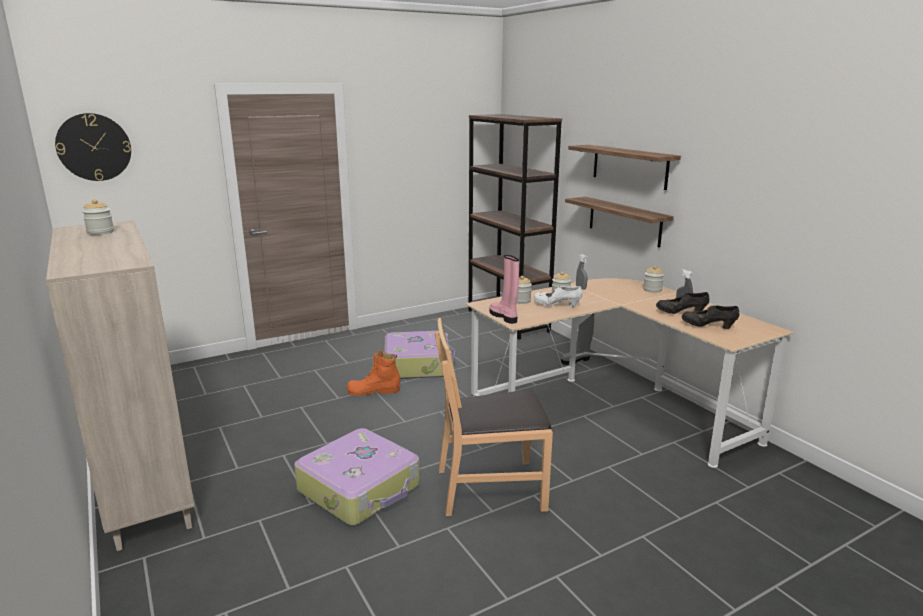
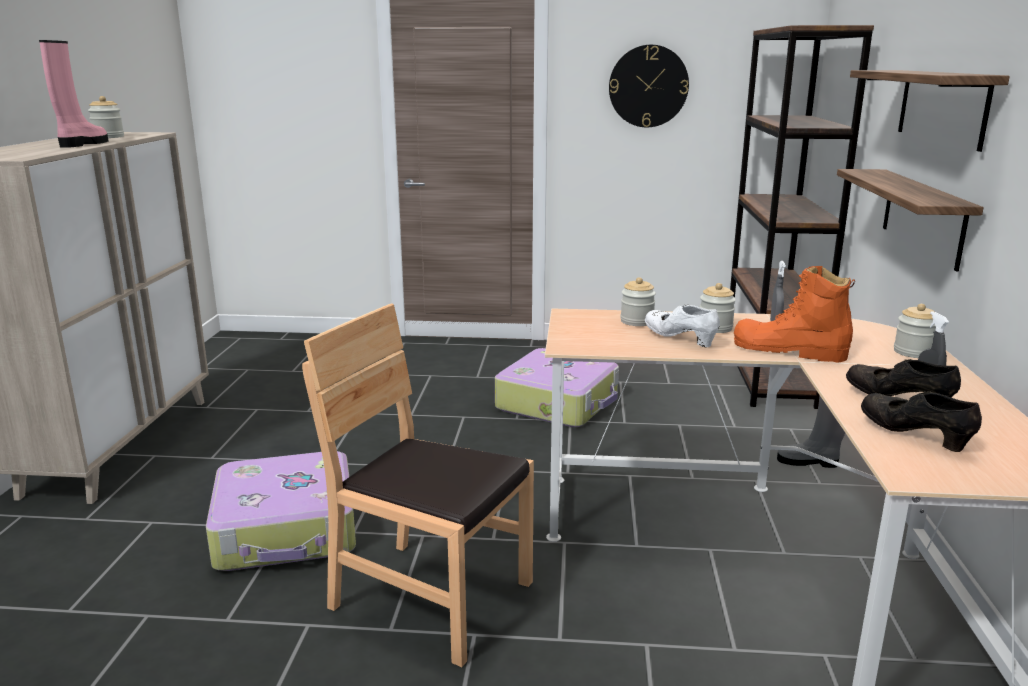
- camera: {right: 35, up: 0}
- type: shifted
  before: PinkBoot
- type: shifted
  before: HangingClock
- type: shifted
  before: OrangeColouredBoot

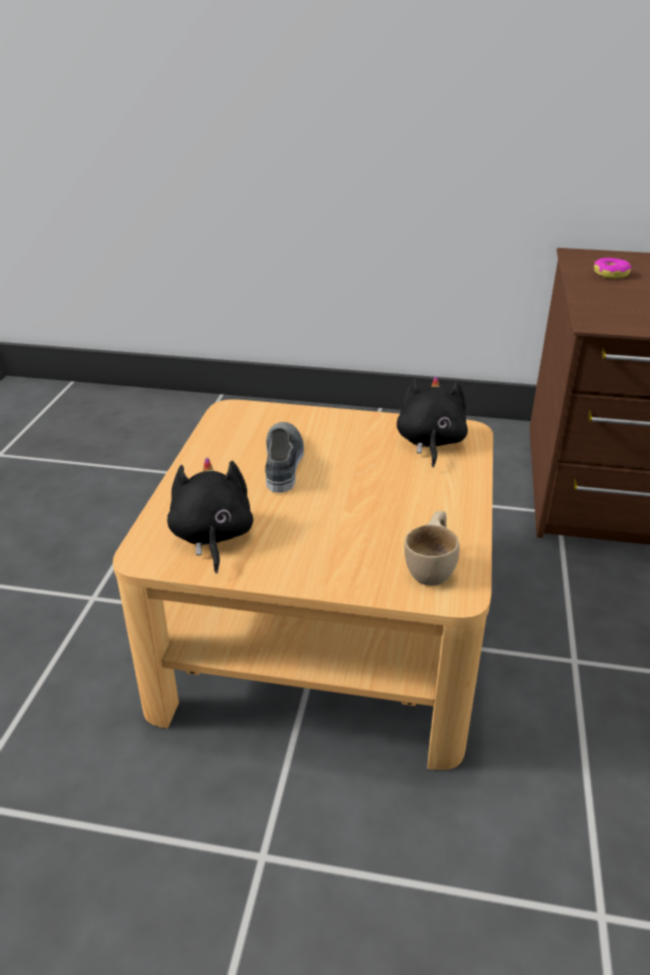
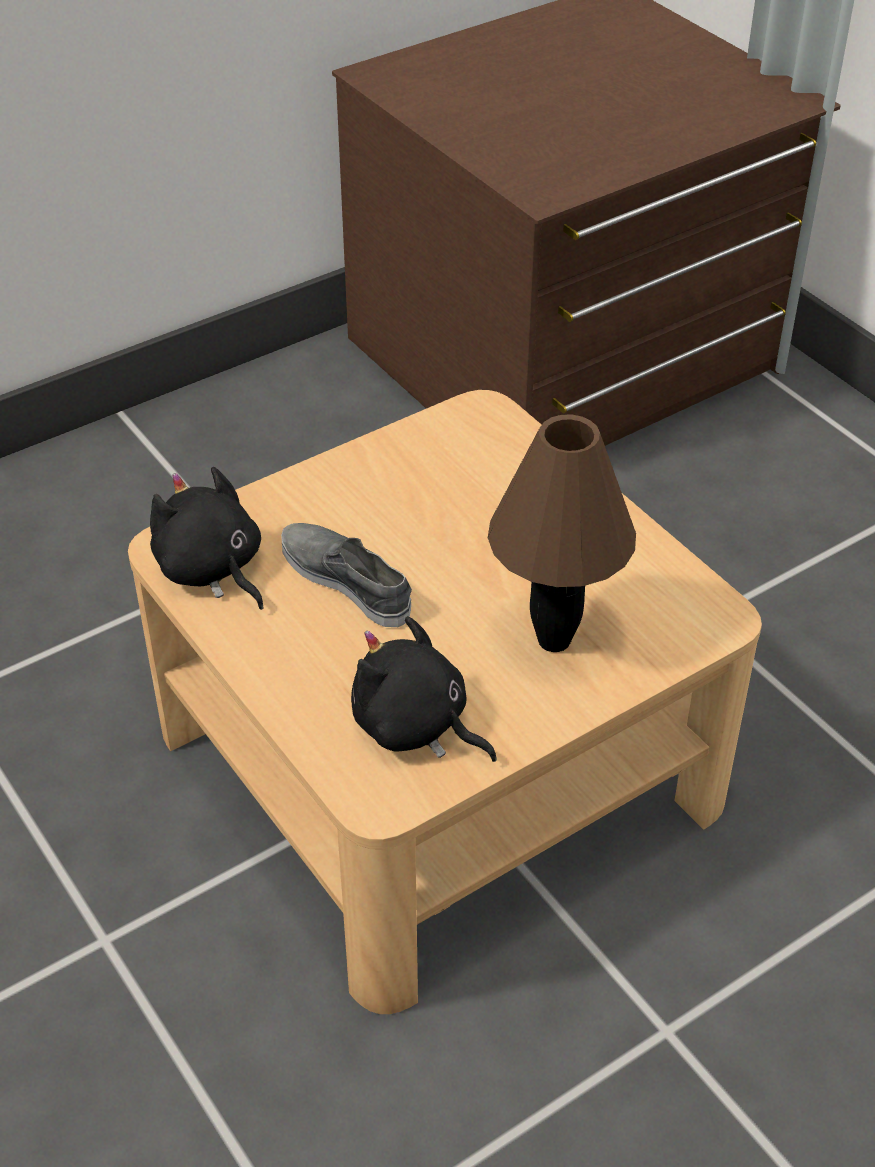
- camera: {right: -45, up: 10}
- type: shifted
  before: BlackPlushToy (no. 2 from left in the first image)
  after: BlackPlushToy (no. 1 from left)
- type: new
  after: BrownColouredTabletopLamp
- type: gone
  before: SandColouredCup
- type: gone
  before: Doughnut

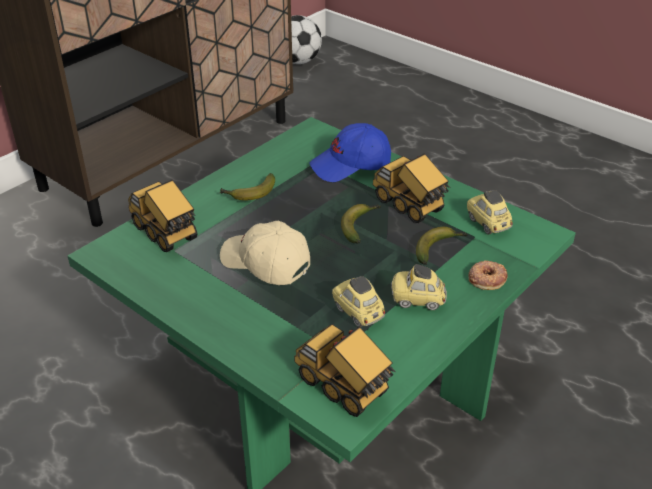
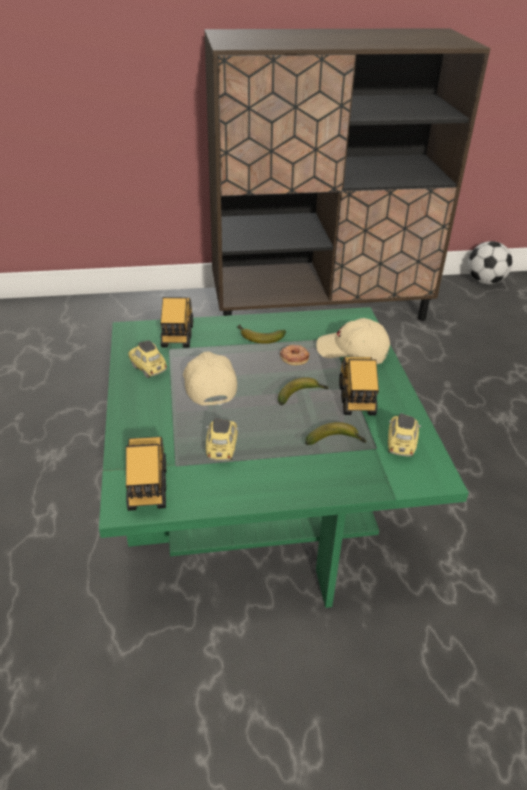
- camera: {right: 40, up: 0}
- type: shifted
  before: MiniatureCar (no. 2 from left in the first image)
  after: MiniatureCar (no. 1 from left)
- type: shifted
  before: Doughnut
- type: repainted
  before: BluishCap
  after: SandColouredCap (no. 2 from left)

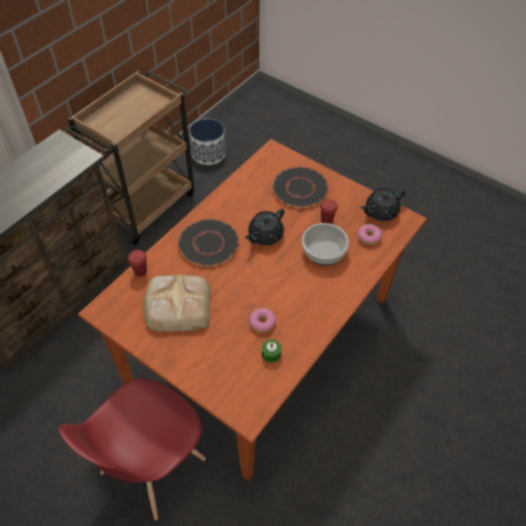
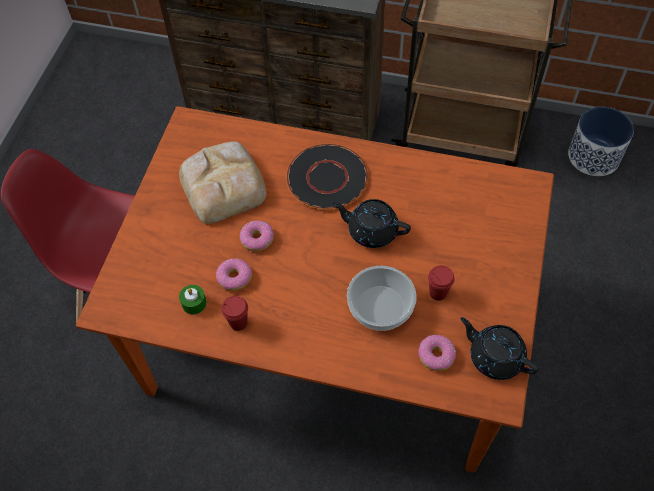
- camera: {right: 70, up: 5}
- type: shifted
  before: ReddishCup (no. 1 from left)
- type: new
  after: Doughnut (no. 2 from left)
- type: gone
  before: BlackPlate (no. 2 from left)

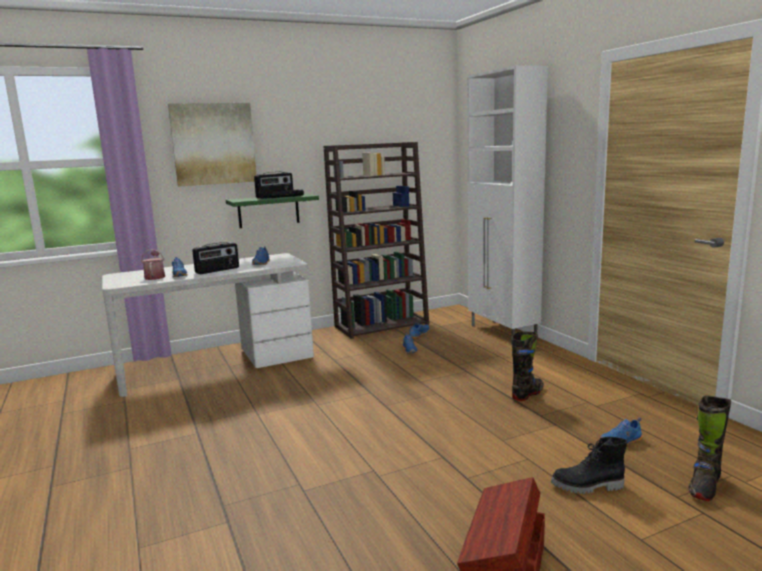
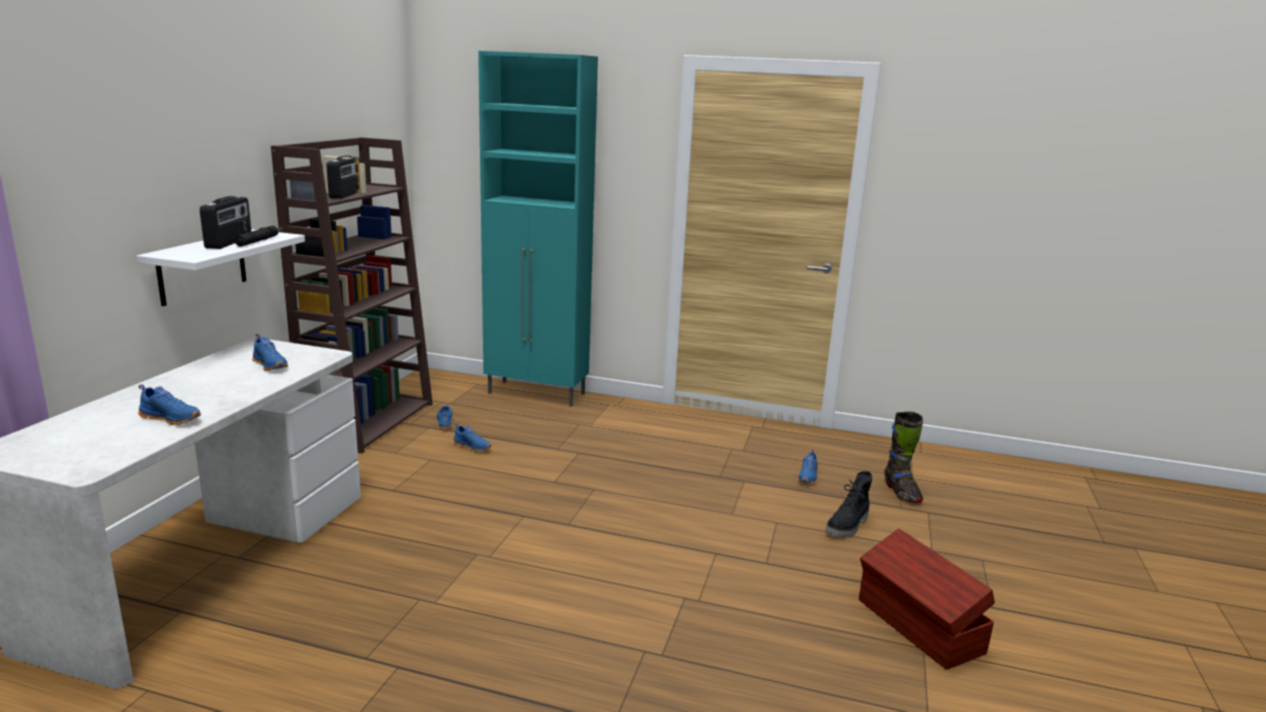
- camera: {right: -50, up: 5}
- type: repainted
  before: GreenColouredBracketShelf
  after: WhiteColouredBracketShelf
- type: shifted
  before: RadioReceiver (no. 1 from left in the first image)
  after: RadioReceiver (no. 2 from left)
- type: repainted
  before: WhiteColouredStorageCabinet
  after: TurquoiseColouredStorageCabinet
- type: gone
  before: WateringPot
- type: gone
  before: Picture
- type: gone
  before: BlackBoot (no. 1 from left)

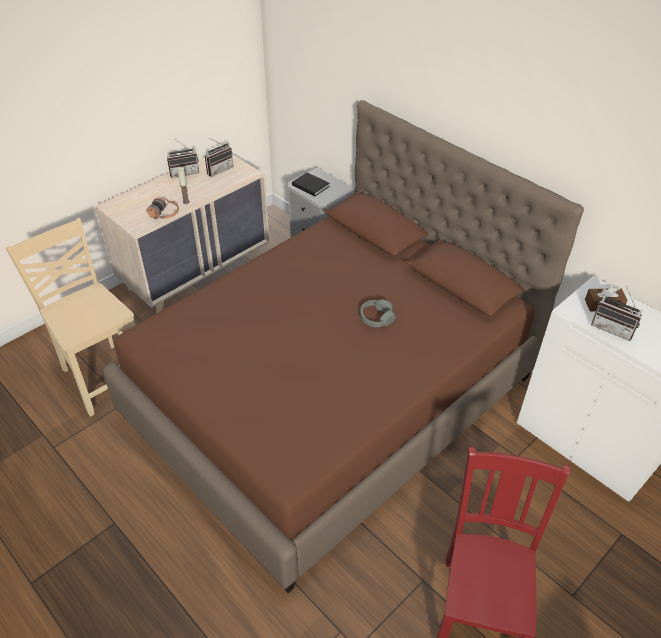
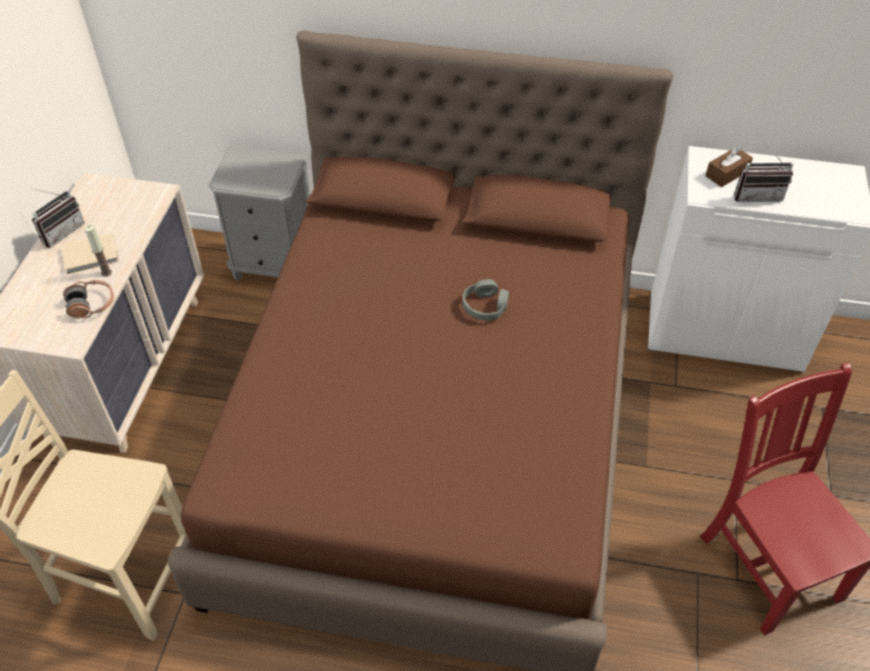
- camera: {right: -35, up: 5}
- type: new
  after: SandColouredVolume
- type: gone
  before: RadioReceiver (no. 2 from left)
- type: gone
  before: BlackVolume

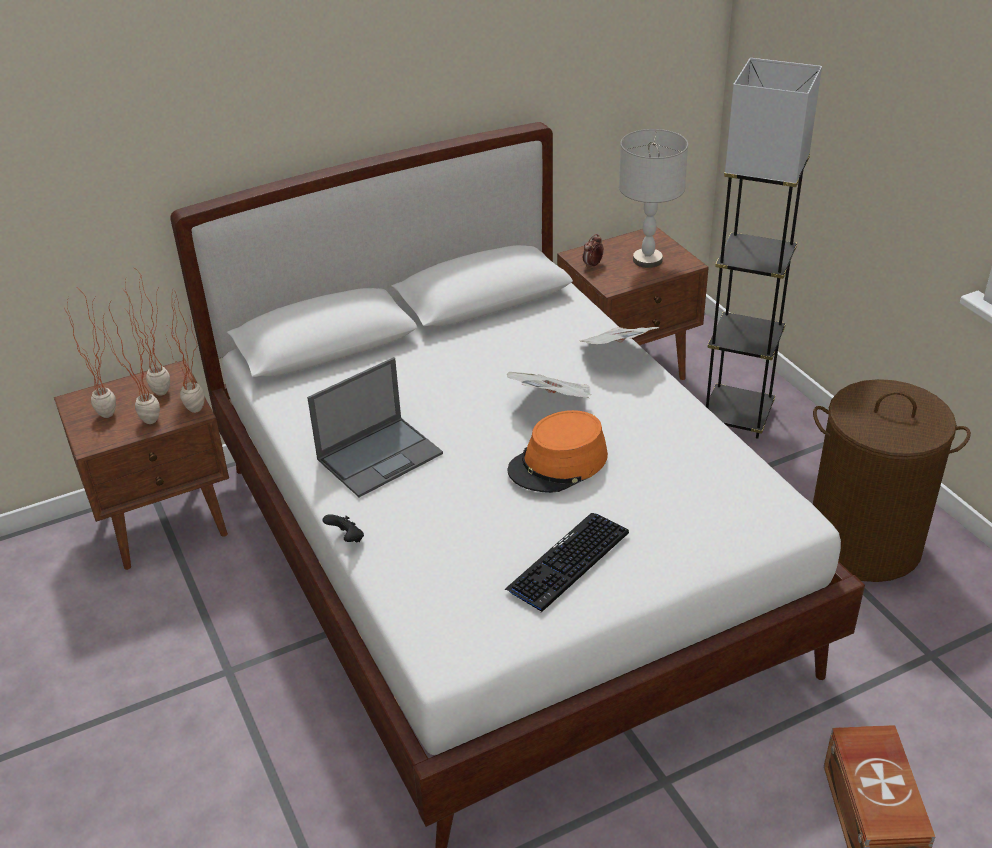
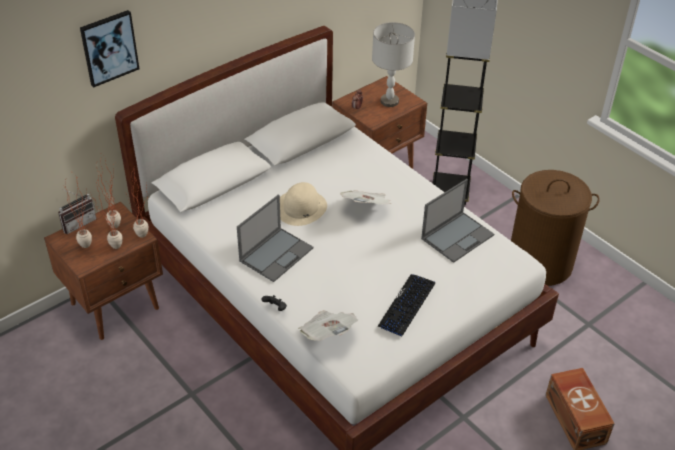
- camera: {right: -15, up: 5}
- type: new
  after: RadioReceiver
- type: new
  after: Picture
- type: new
  after: SandColouredClothingHat
- type: shifted
  before: DailyPaper (no. 2 from left in the first image)
  after: DailyPaper (no. 1 from left)
- type: new
  after: Laptop (no. 2 from left)
- type: gone
  before: OrangeColouredClothingHat

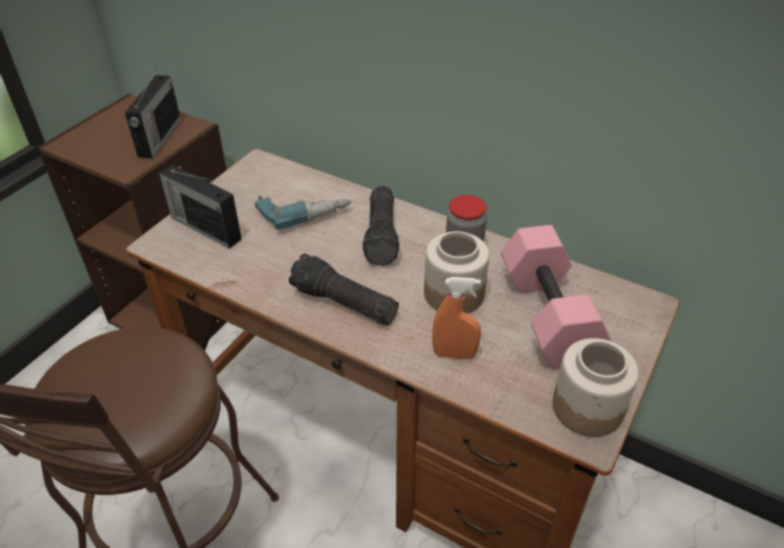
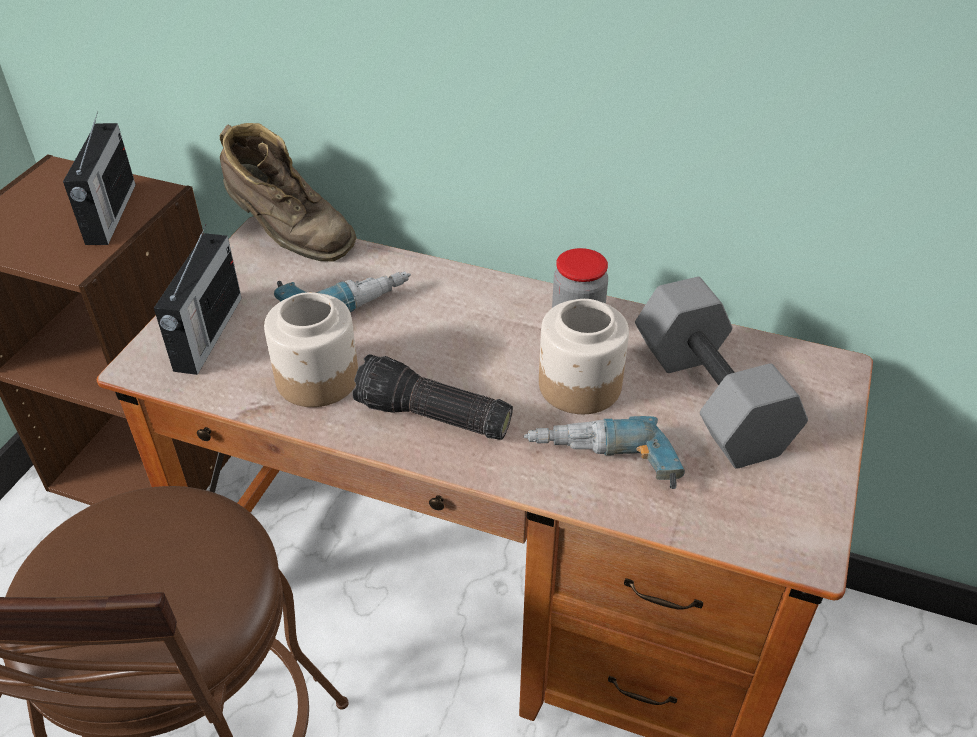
- camera: {right: -10, up: 0}
- type: rotated
  before: RadioReceiver (no. 2 from left)
  turn: -105
- type: new
  after: BrownColouredBoot
- type: shifted
  before: PreserveJar (no. 3 from left in the first image)
  after: PreserveJar (no. 1 from left)
- type: swapped
  before: OrangeColouredHandSprayer
  after: ElectricDrill (no. 2 from left)
- type: repainted
  before: PinkFreeWeight
  after: GreyFreeWeight
- type: gone
  before: Flashlight (no. 2 from left)

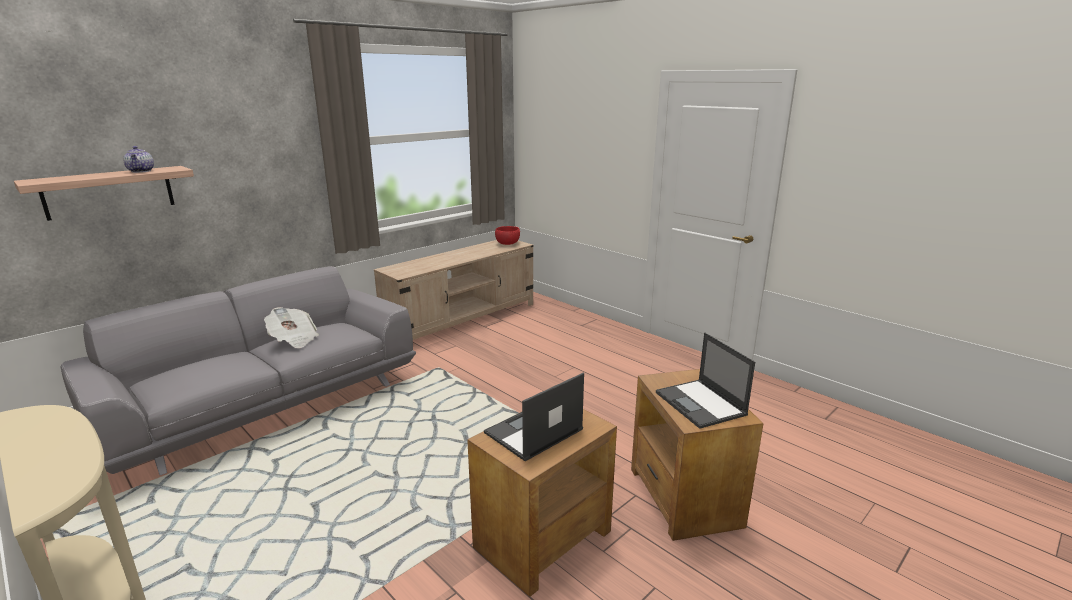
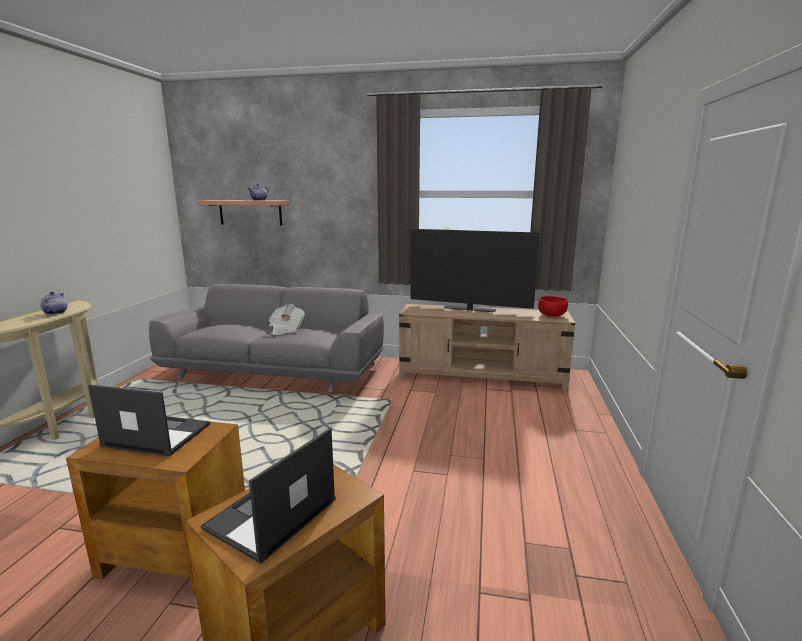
- camera: {right: 55, up: -5}
- type: new
  after: TeaPot (no. 1 from left)
- type: new
  after: Tv

